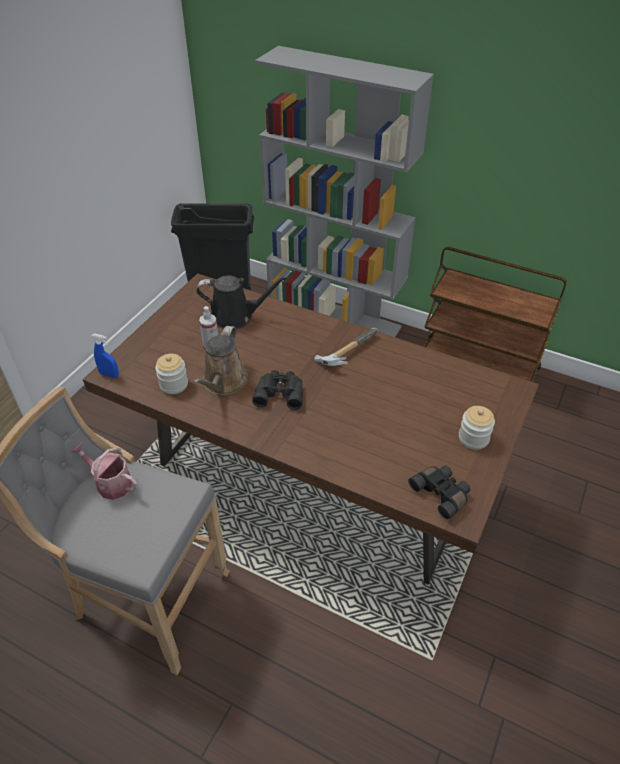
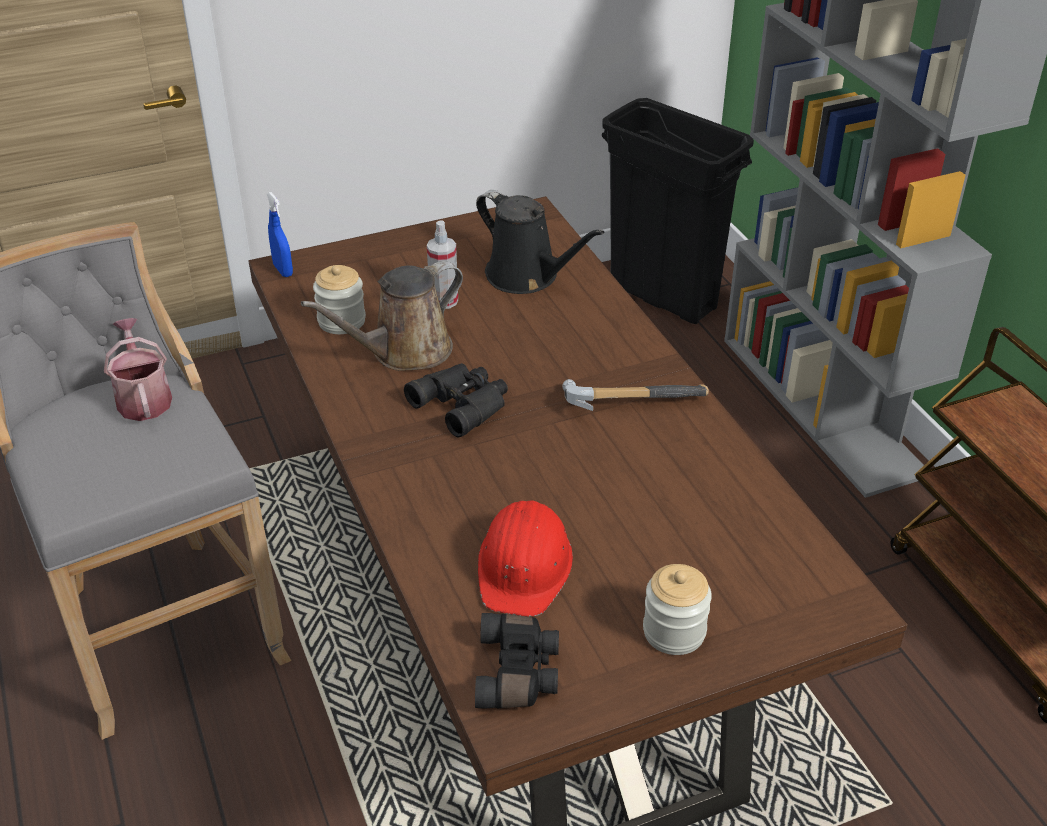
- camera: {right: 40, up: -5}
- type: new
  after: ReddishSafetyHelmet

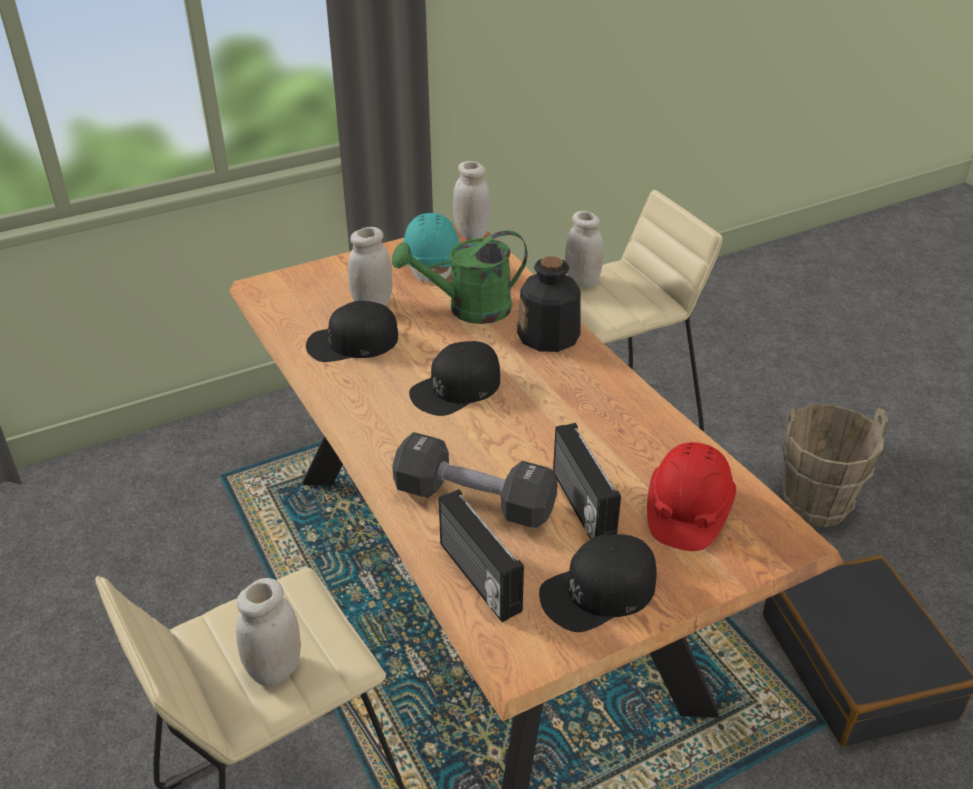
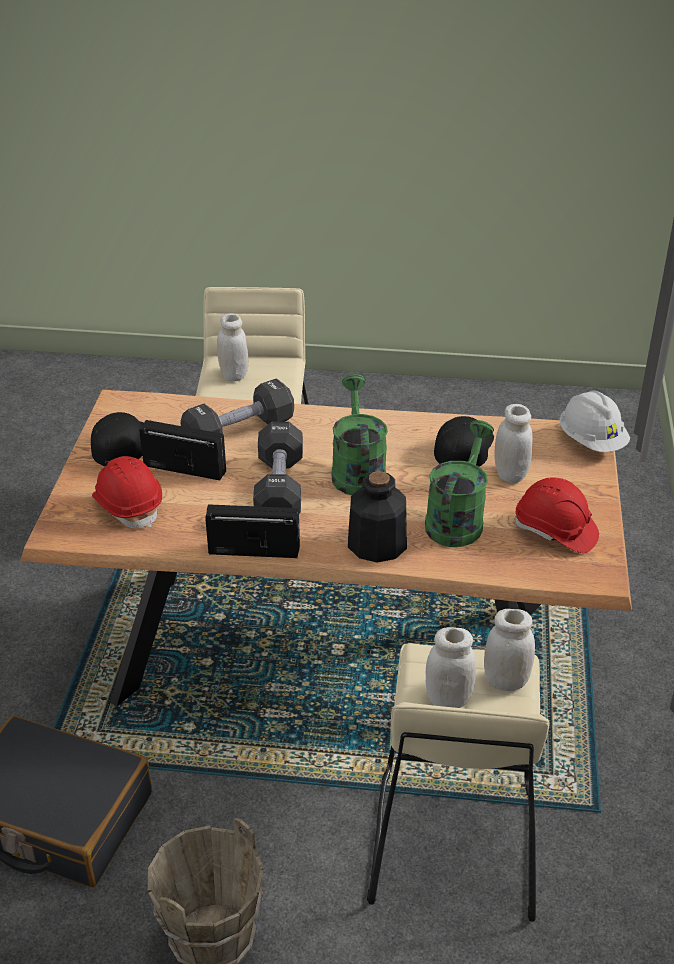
- camera: {right: 125, up: 0}
- type: shifted
  before: RadioReceiver (no. 1 from left in the first image)
  after: RadioReceiver (no. 2 from left)
- type: new
  after: BlackFreeWeight (no. 2 from left)
- type: swapped
  before: BlackCap (no. 2 from left)
  after: GreenColouredWateringPot (no. 1 from left)
- type: shifted
  before: WhiteColouredPreserveJar (no. 3 from left in the first image)
  after: WhiteColouredPreserveJar (no. 2 from left)
- type: repainted
  before: TurquoiseColouredSafetyHelmet
  after: ReddishSafetyHelmet (no. 2 from left)
- type: new
  after: WhiteColouredSafetyHelmet

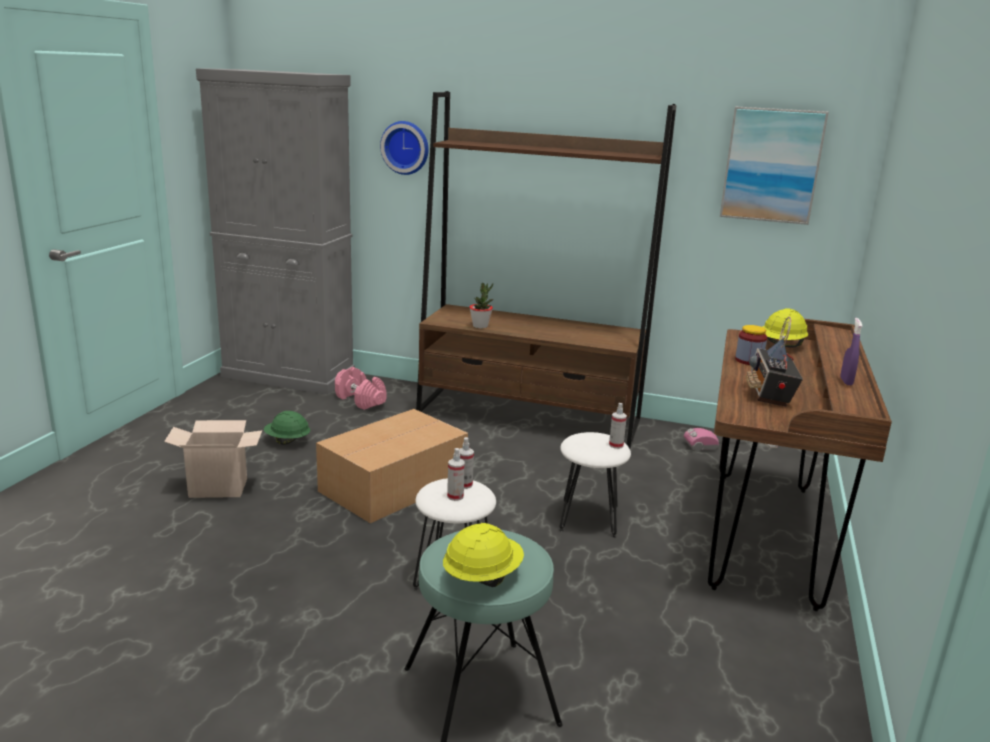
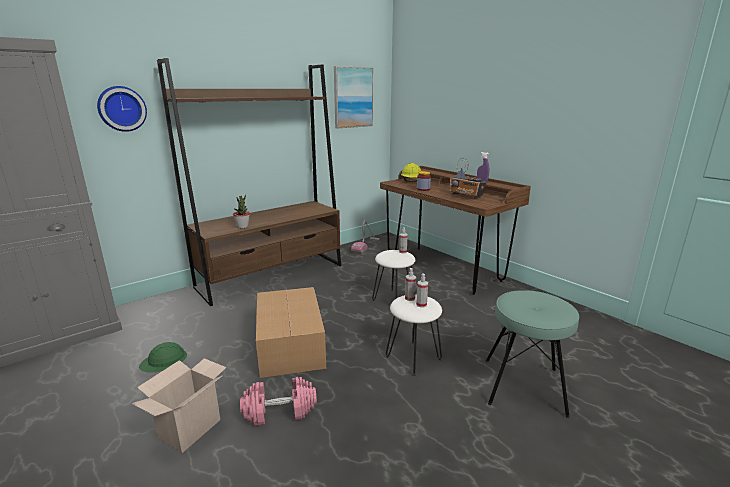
- camera: {right: -55, up: 0}
- type: shifted
  before: PinkFreeWeight
- type: gone
  before: YellowishSafetyHelmet (no. 1 from left)

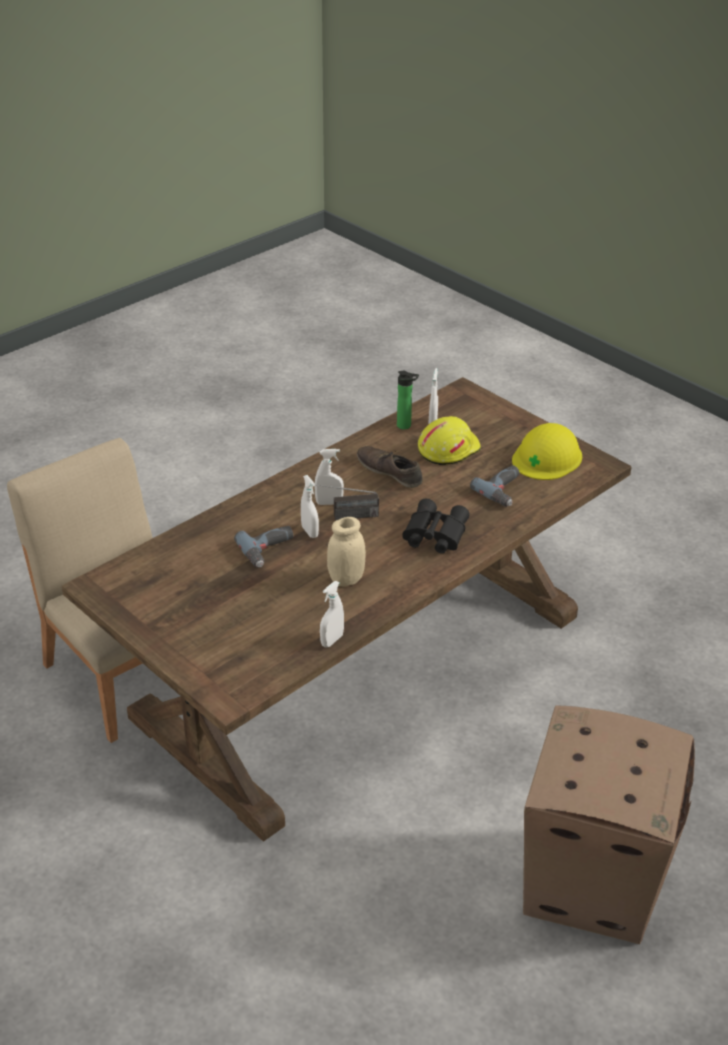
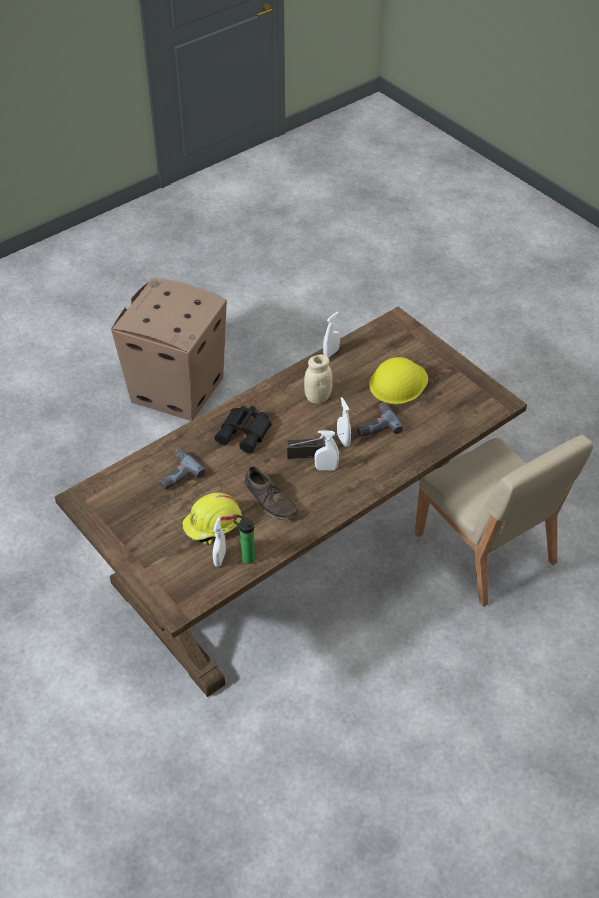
- camera: {right: -175, up: 10}
- type: shifted
  before: YellowishSafetyHelmet (no. 2 from left)

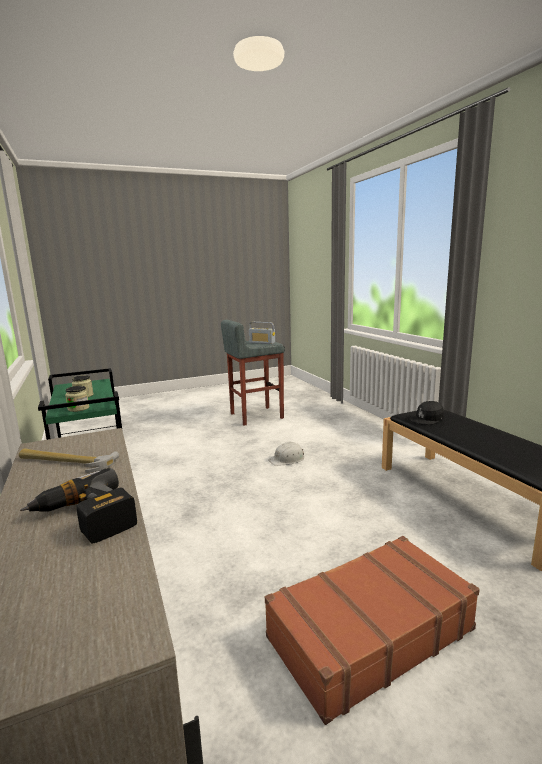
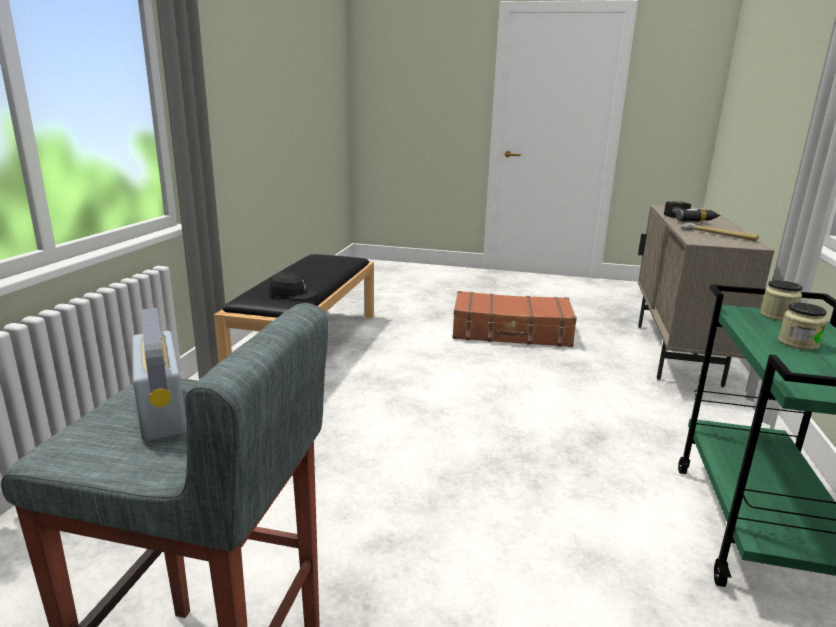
- camera: {right: -145, up: 5}
- type: gone
  before: WhiteColouredSafetyHelmet

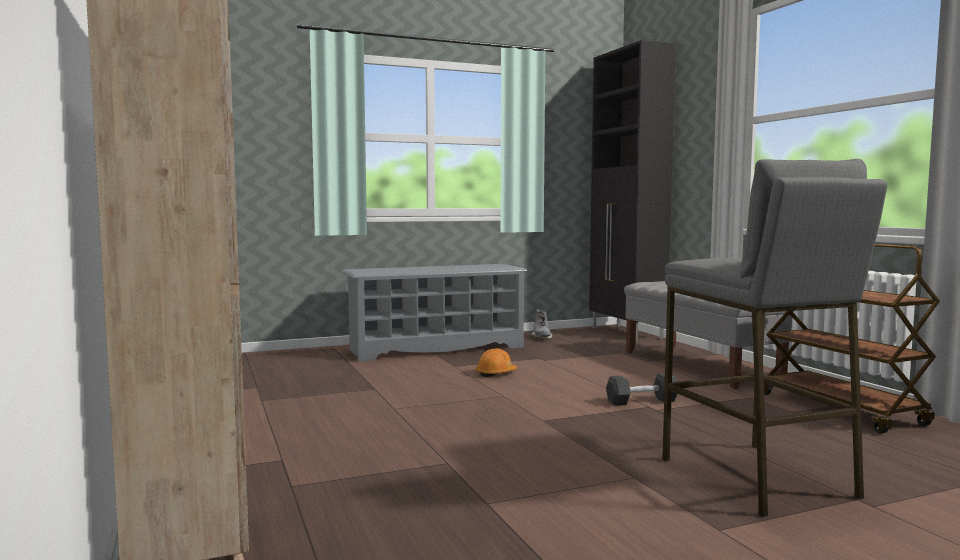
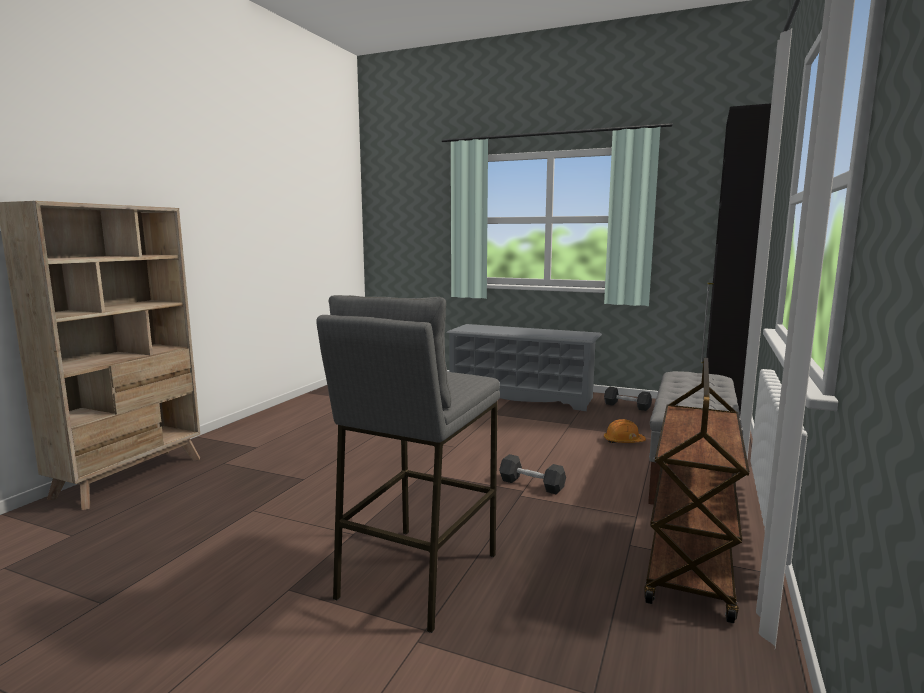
- camera: {right: 45, up: 5}
- type: swapped
  before: GreyBoot
  after: BlackFreeWeight (no. 2 from left)
- type: shifted
  before: OrangeColouredSafetyHelmet

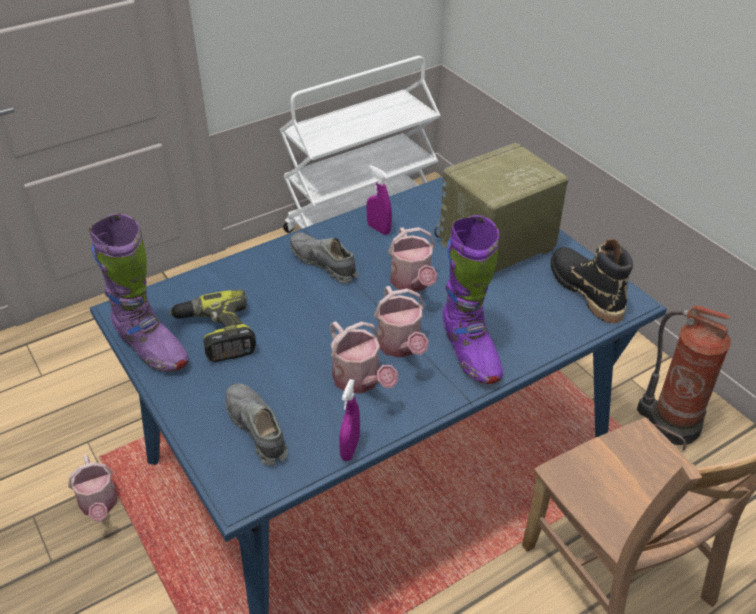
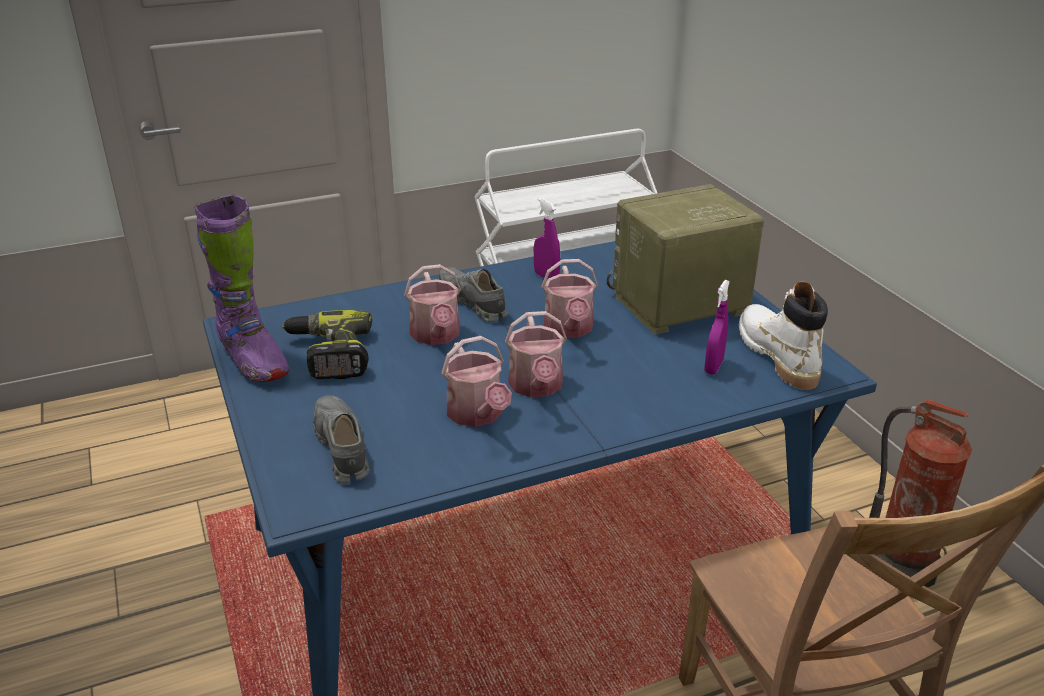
- camera: {right: 10, up: -10}
- type: shifted
  before: WateringPot (no. 1 from left)
- type: shifted
  before: PurplishHandSprayer (no. 1 from left in the first image)
  after: PurplishHandSprayer (no. 2 from left)
- type: repainted
  before: BlackBoot
  after: WhiteColouredBoot
- type: gone
  before: PurplishBoot (no. 2 from left)

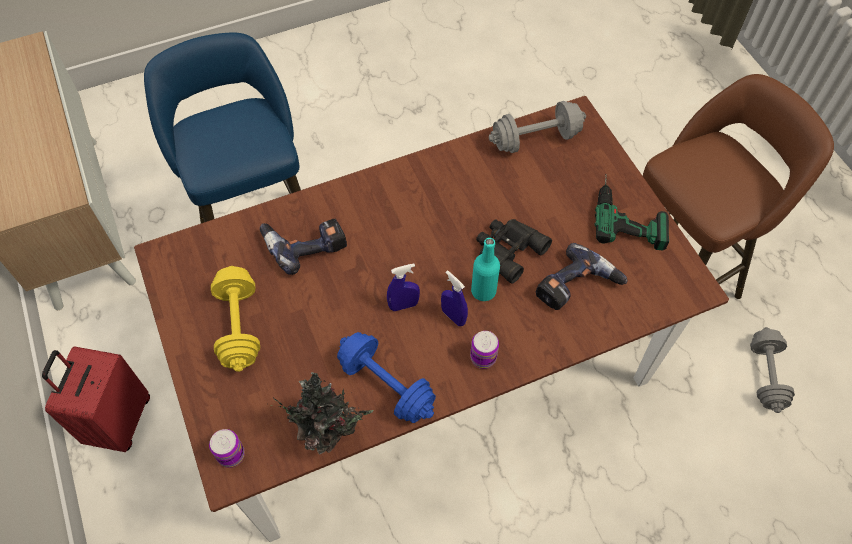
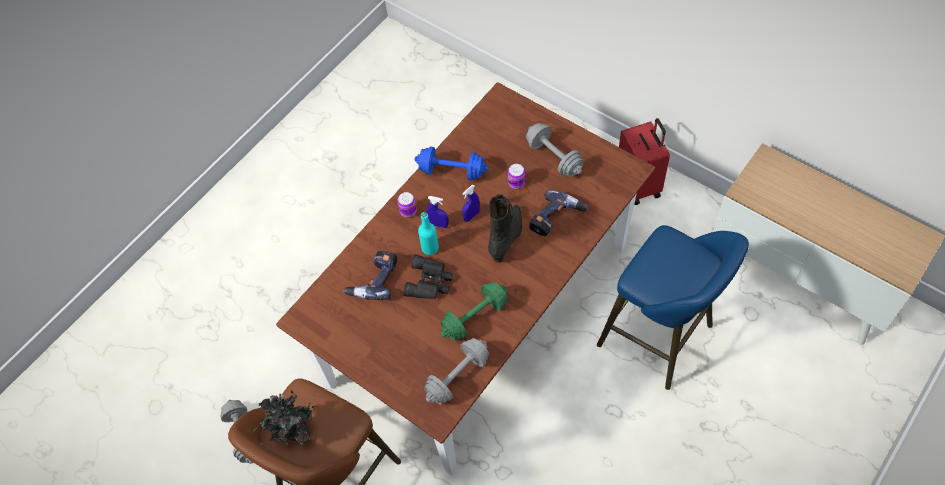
- camera: {right: 155, up: 0}
- type: shifted
  before: PottedPlant
- type: new
  after: GreenColouredFreeWeight
- type: new
  after: BlackBoot
- type: shifted
  before: Can (no. 1 from left in the first image)
  after: Can (no. 2 from left)
- type: repainted
  before: YellowishFreeWeight
  after: GreyFreeWeight (no. 3 from left)
- type: gone
  before: ElectricDrill (no. 3 from left)

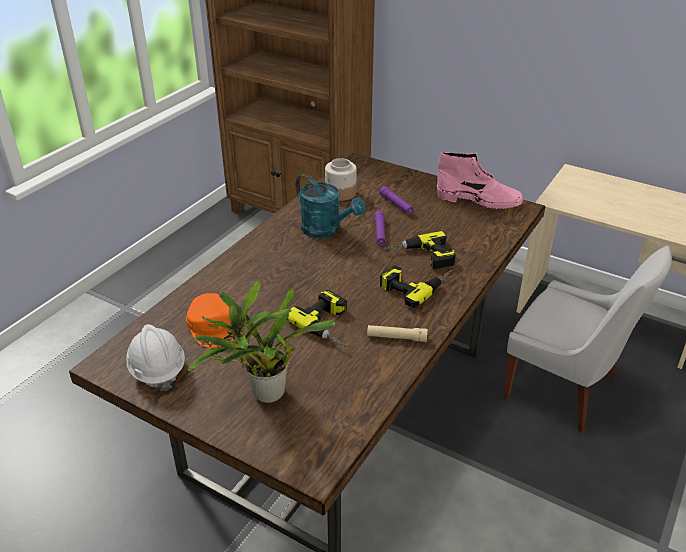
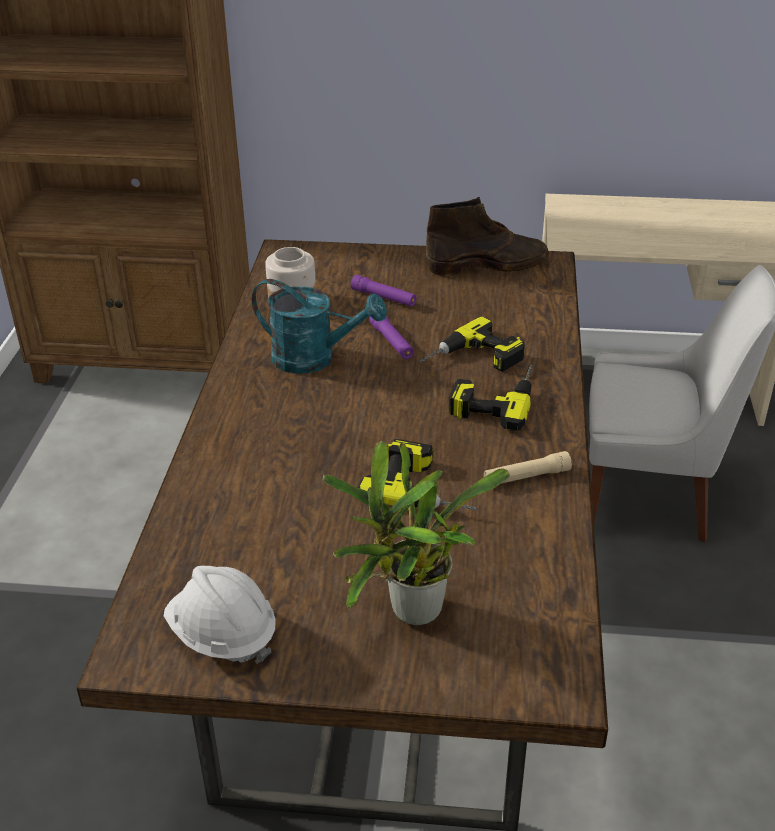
- camera: {right: -25, up: 0}
- type: repainted
  before: PinkBoot
  after: BrownColouredBoot
- type: gone
  before: OrangeColouredCap

